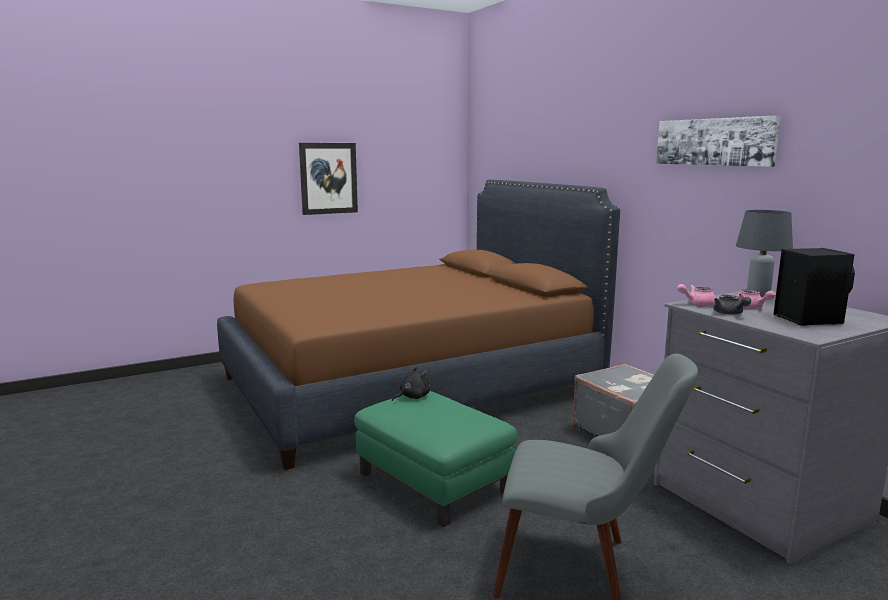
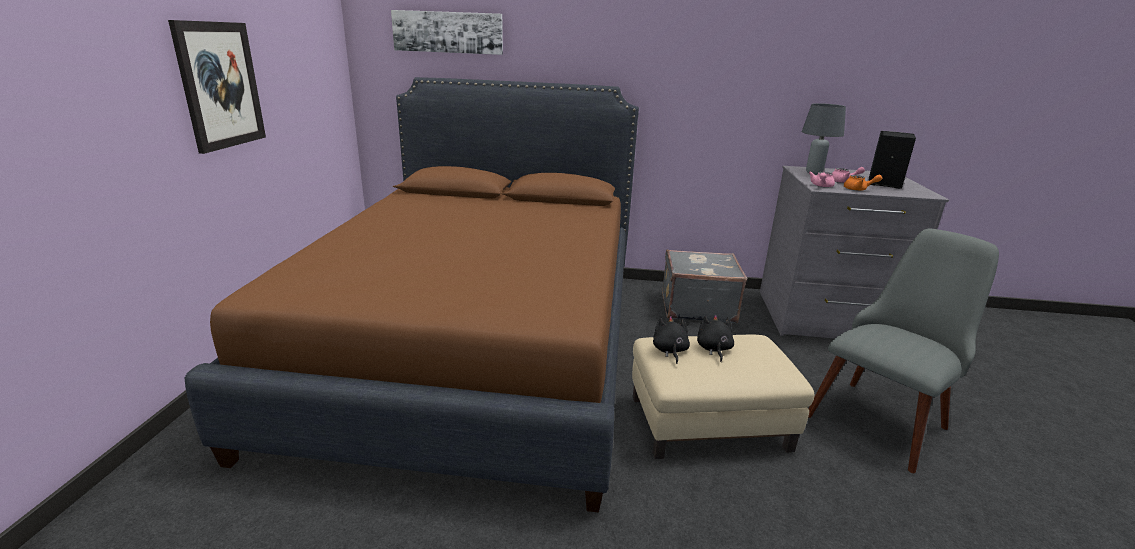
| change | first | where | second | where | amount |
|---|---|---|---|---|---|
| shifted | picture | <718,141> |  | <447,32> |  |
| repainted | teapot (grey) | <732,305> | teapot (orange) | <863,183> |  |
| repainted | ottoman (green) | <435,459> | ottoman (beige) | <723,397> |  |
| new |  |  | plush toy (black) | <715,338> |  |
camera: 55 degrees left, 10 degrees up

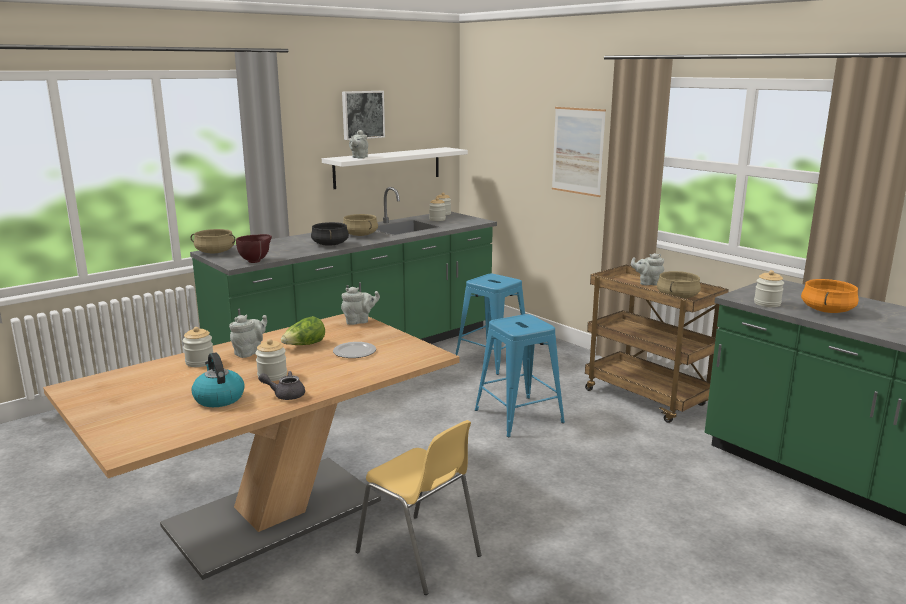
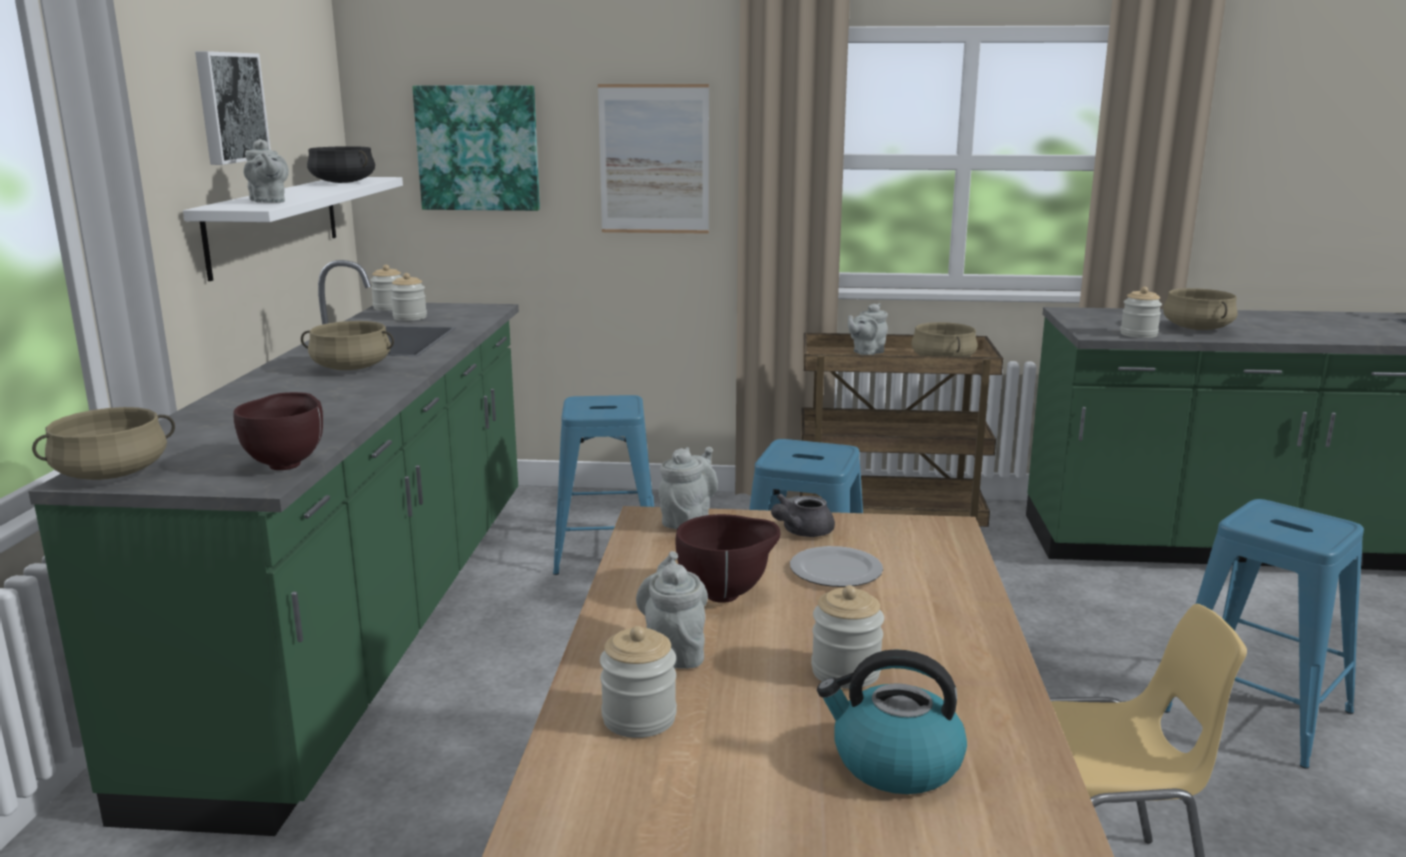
| change | first | where | second | where | amount |
|---|---|---|---|---|---|
| shifted | cooking pot (black) | <330,234> |  | <341,164> |  |
| repainted | cooking pot (orange) | <830,296> | cooking pot (beige) | <1200,309> |  |
| swapped | lettuce | <303,330> | bowl (brown) | <728,558> |  |
| shifted | teapot (grey) | <281,385> |  | <803,515> |  |
| new |  |  | picture | <476,148> |  |
| new |  |  | stool (blue) | <1264,634> |  |
camera: 45 degrees left, 0 degrees up

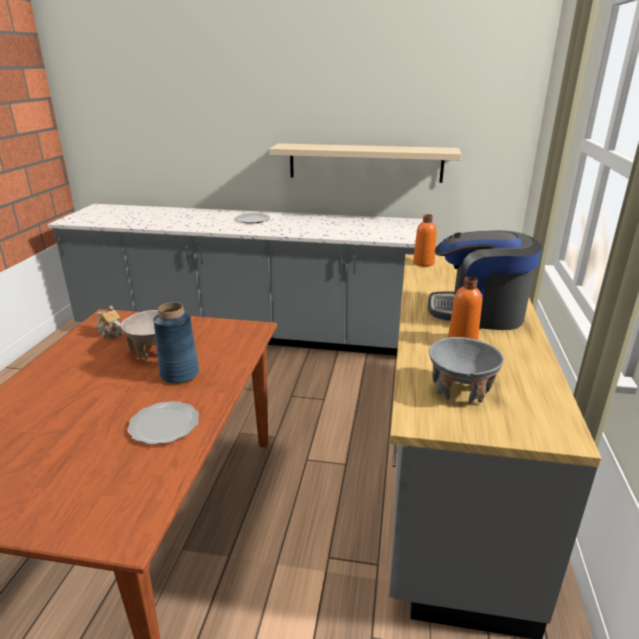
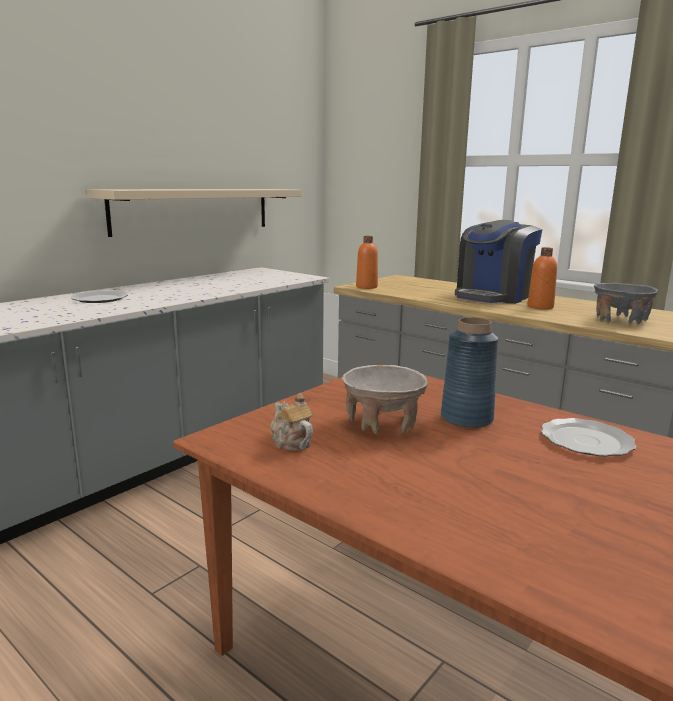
| change | first | where | second | where | amount |
|---|---|---|---|---|---|
| rotated | teapot | <109,322> |  | <291,422> | 75 degrees clockwise |
camera: 60 degrees left, 10 degrees down

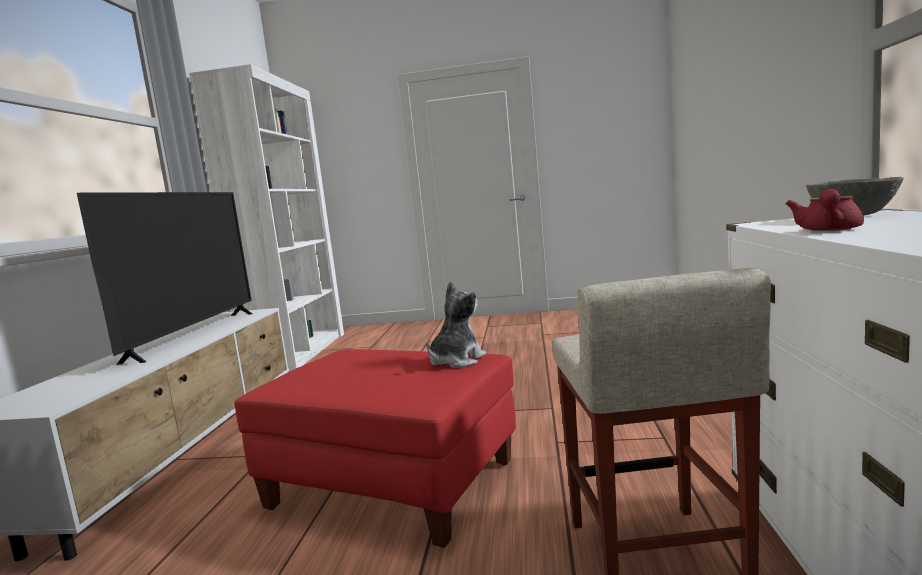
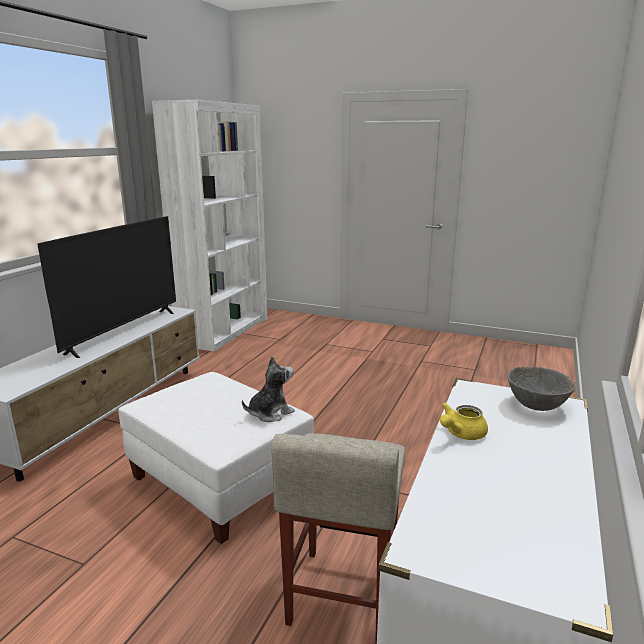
| change | first | where | second | where | amount |
|---|---|---|---|---|---|
| repainted | teapot (red) | <825,210> | teapot (yellow) | <464,421> |  |
| repainted | ottoman (red) | <375,448> | ottoman (white) | <216,458> |  |
camera: 15 degrees right, 10 degrees up

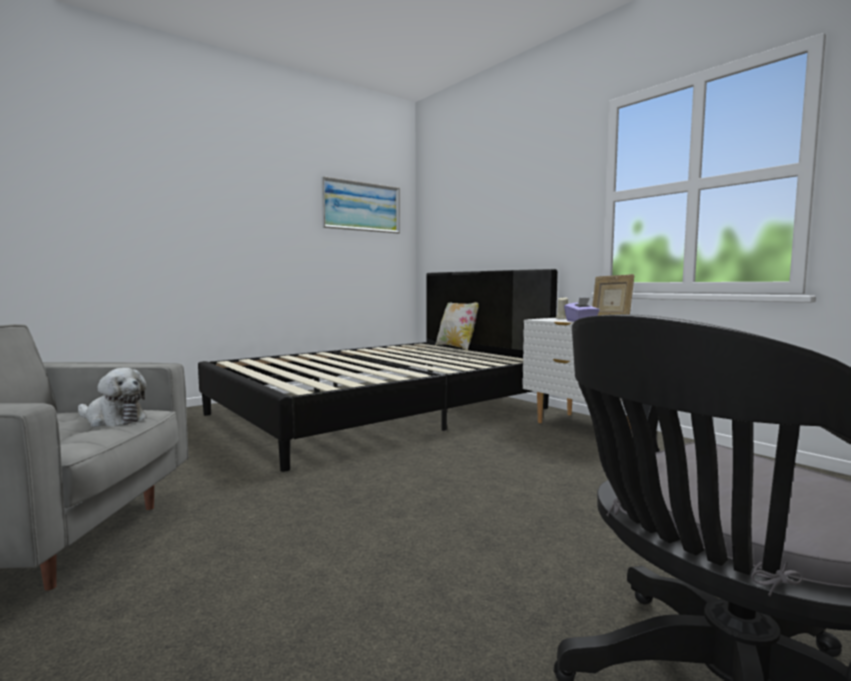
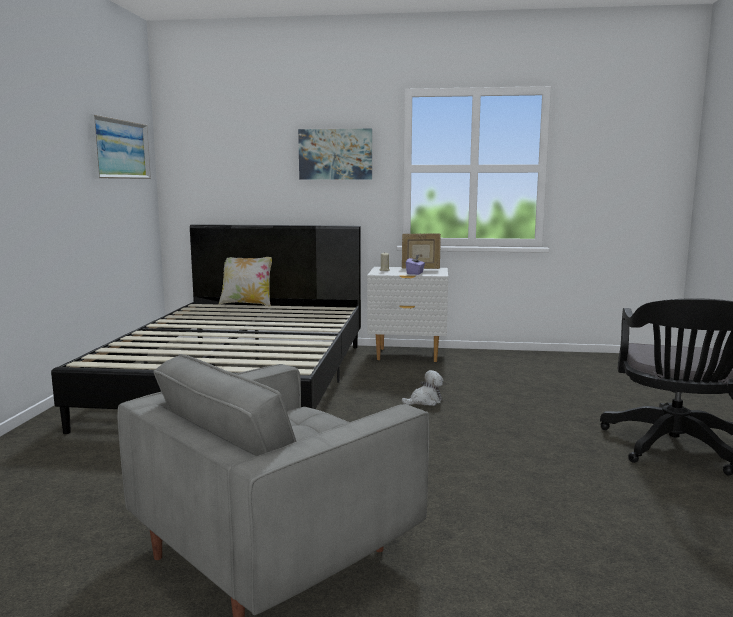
| change | first | where | second | where | amount |
|---|---|---|---|---|---|
| shifted | plush toy | <112,397> |  | <422,388> |  |
| new |  |  | picture | <335,154> |  |
camera: 45 degrees left, 5 degrees up

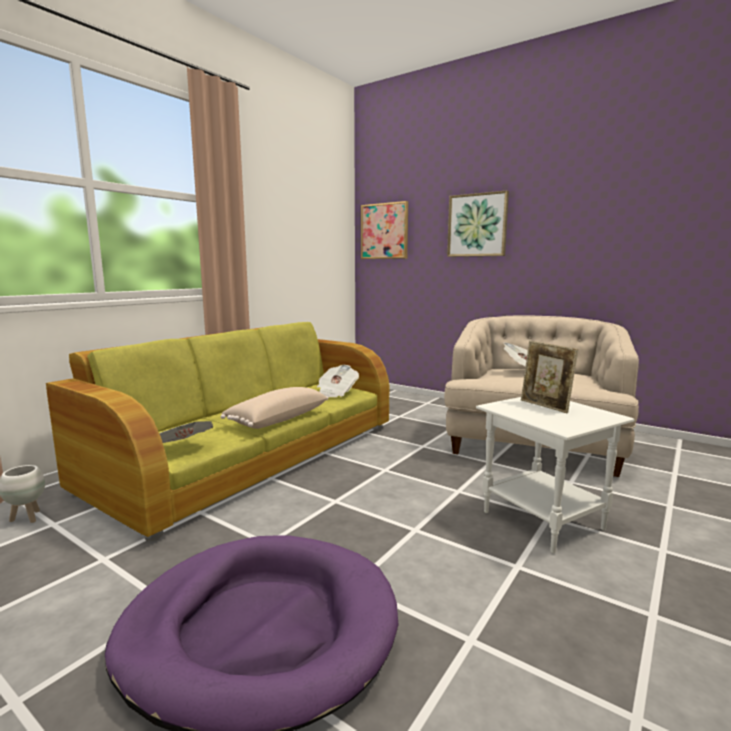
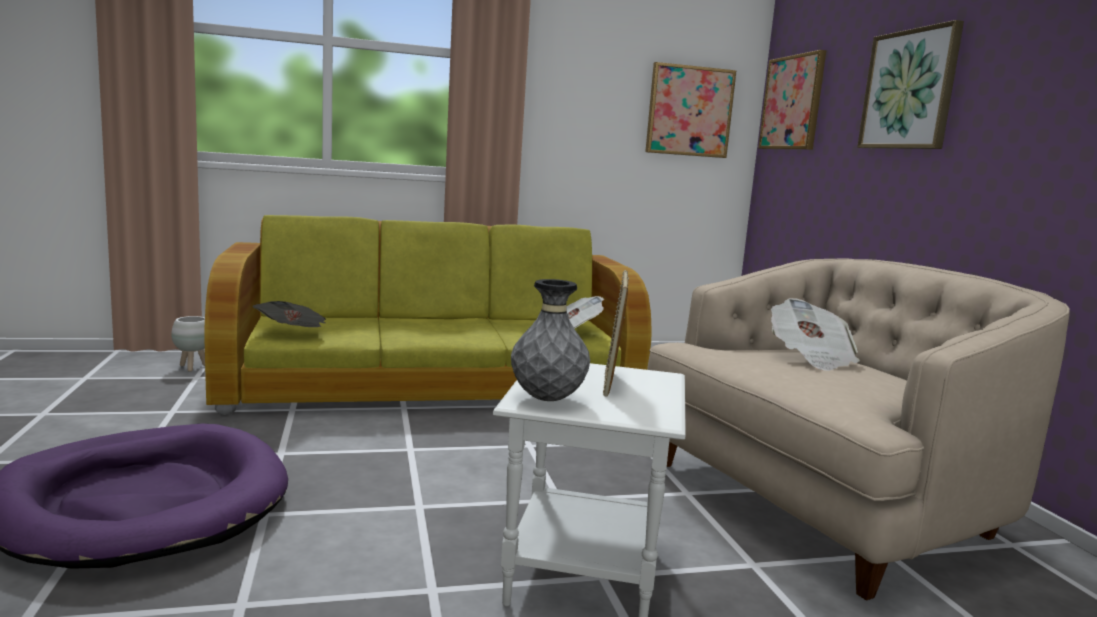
| change | first | where | second | where | amount |
|---|---|---|---|---|---|
| gone | pillow (beige) | <274,408> |  |  |  |
| new |  |  | picture | <691,110> |  |
| new |  |  | vase (grey) | <550,340> |  |
camera: 40 degrees right, 0 degrees up

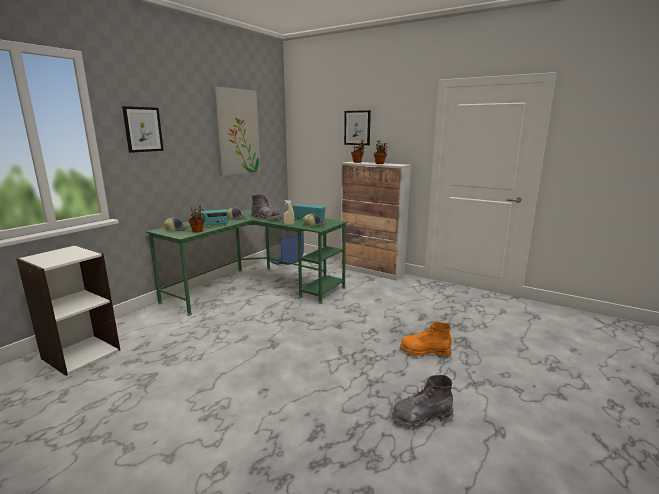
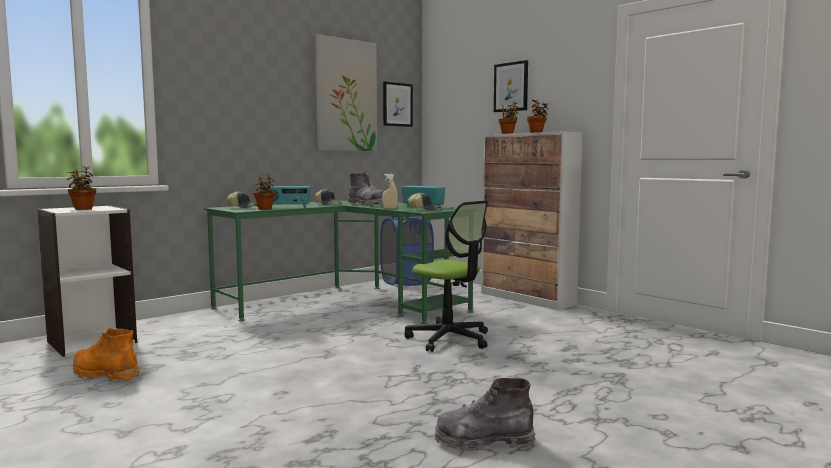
| change | first | where | second | where | amount |
|---|---|---|---|---|---|
| shifted | picture | <143,129> |  | <398,104> |  |
| shifted | boot (orange) | <425,339> |  | <106,355> |  |
| new |  |  | potted plant | <81,188> |  |
| new |  |  | office chair | <446,276> |  |
camera: 15 degrees right, 10 degrees down

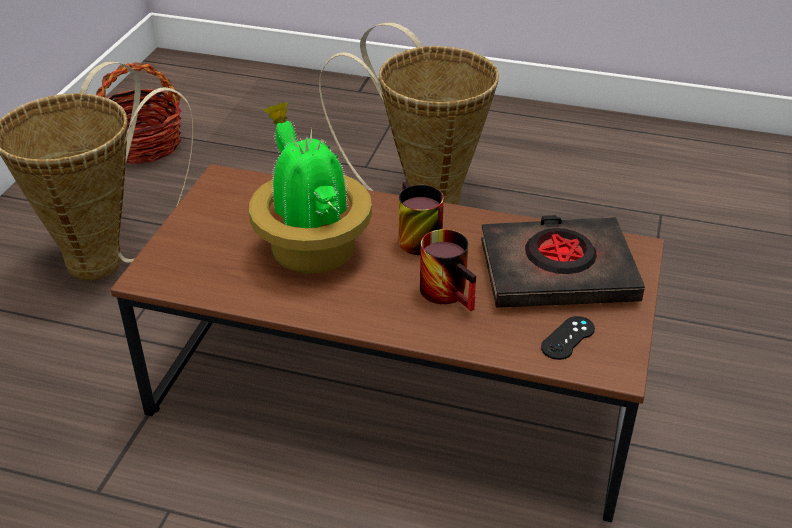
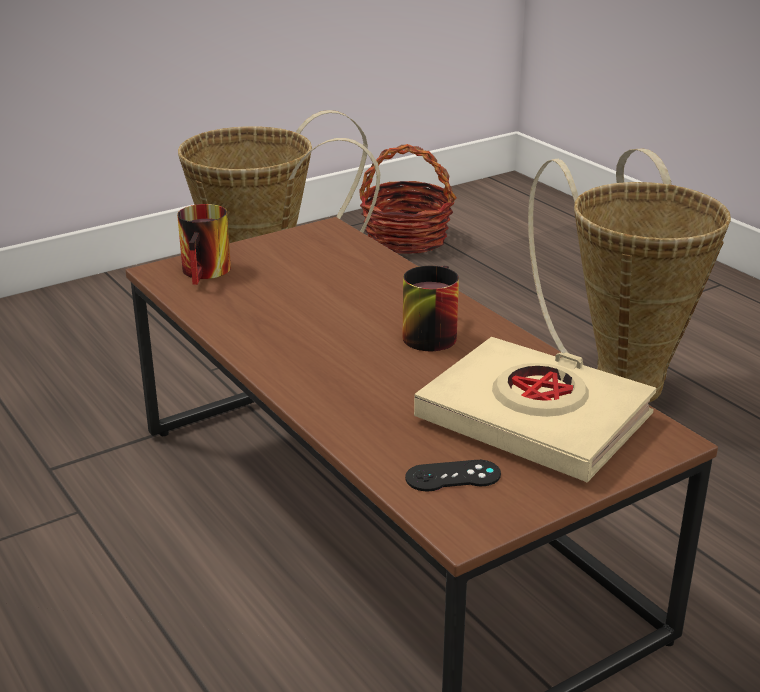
| change | first | where | second | where | amount |
|---|---|---|---|---|---|
| gone | potted plant | <310,188> |  |  |  |
| repainted | book (black) | <563,261> | book (beige) | <535,409> |  |
| shifted | mug | <448,270> |  | <204,244> |  |
camera: 40 degrees right, 10 degrees down

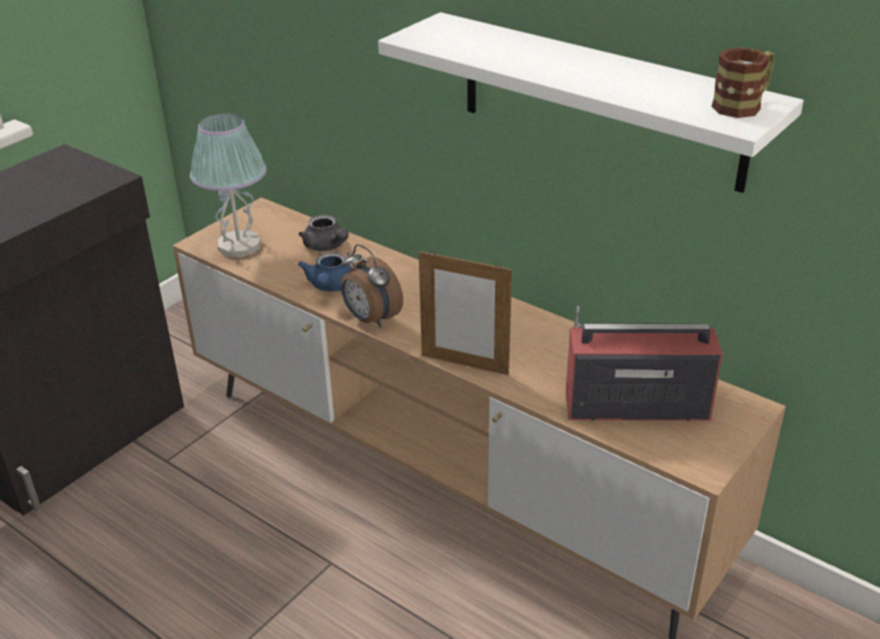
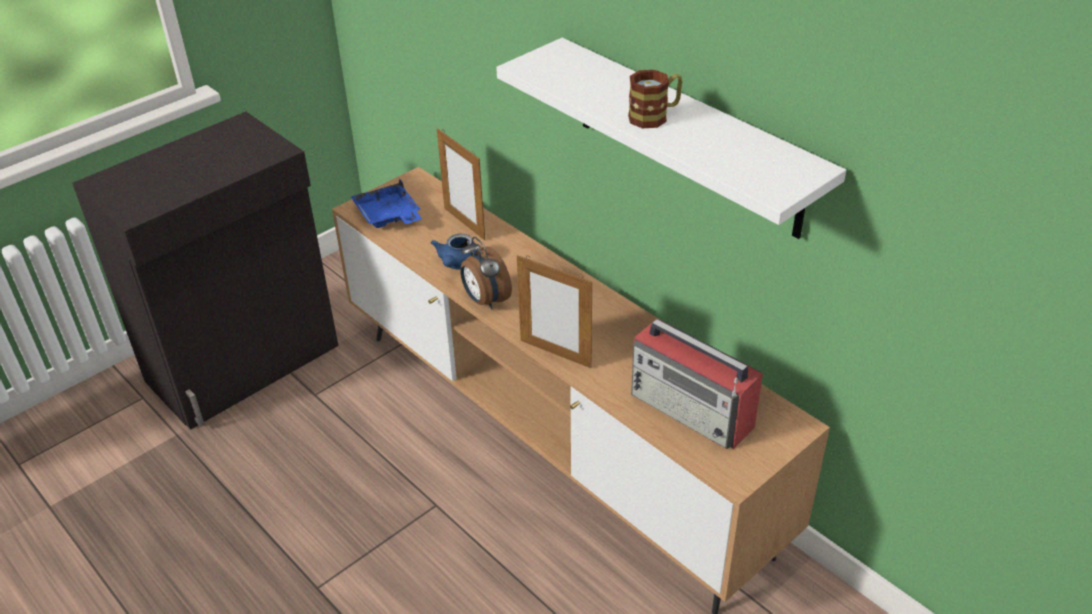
| change | first | where | second | where | amount |
|---|---|---|---|---|---|
| shifted | mug | <743,83> |  | <655,99> |  |
| swapped | table lamp | <228,185> | tray (blue) | <386,203> |  |
| swapped | teapot (grey) | <324,233> | picture frame | <461,184> |  |
| rotated | radio | <644,363> |  | <697,384> | 150 degrees counterclockwise |
camera: 10 degrees right, 5 degrees up

